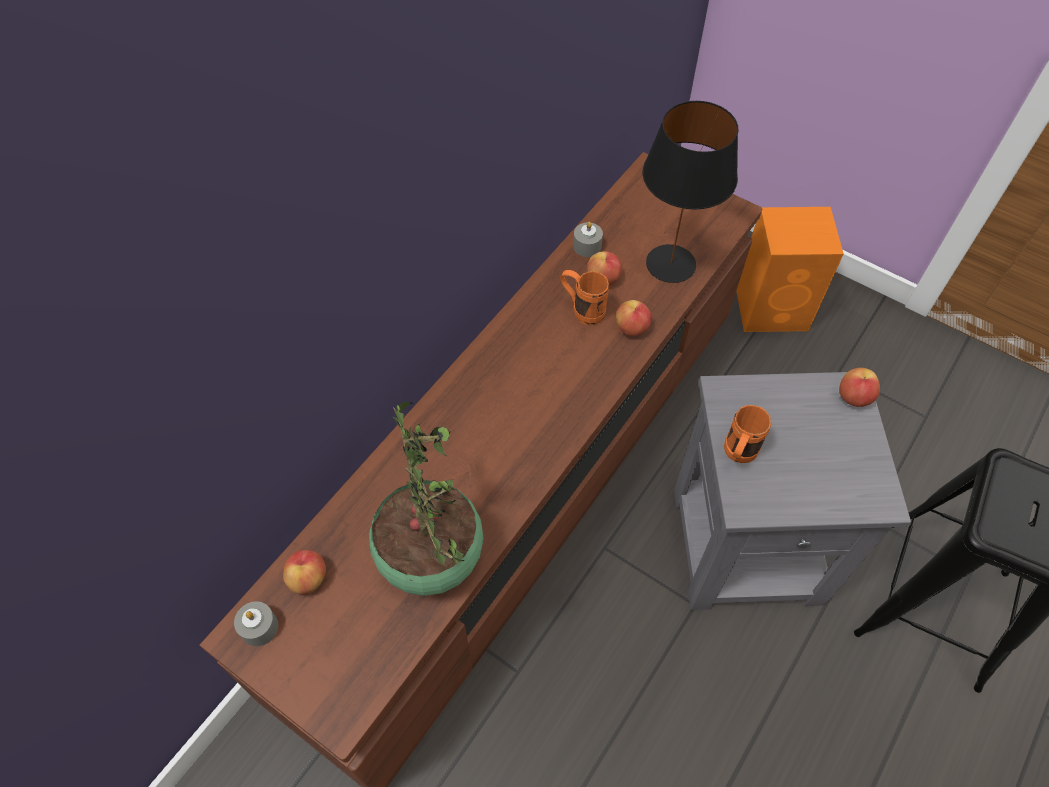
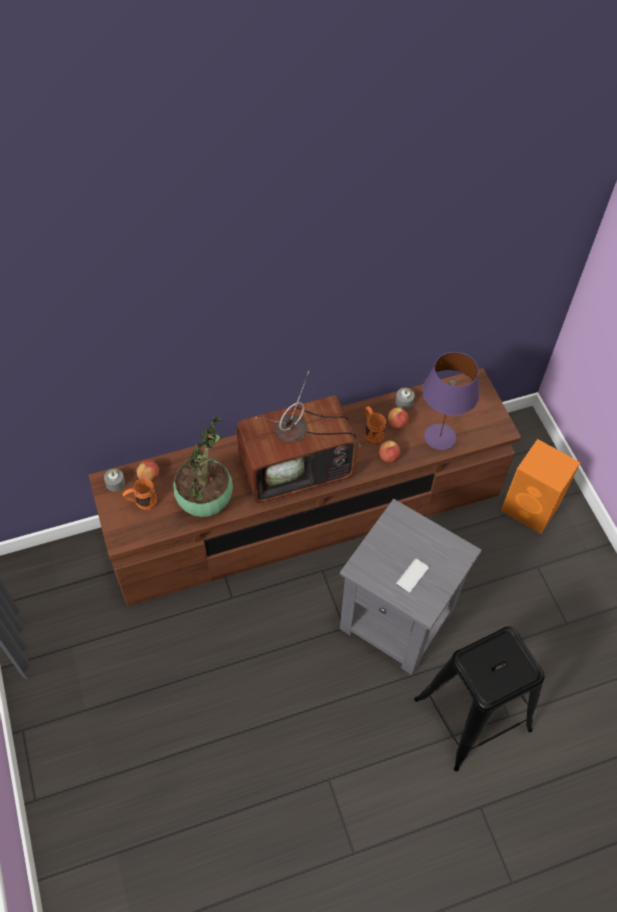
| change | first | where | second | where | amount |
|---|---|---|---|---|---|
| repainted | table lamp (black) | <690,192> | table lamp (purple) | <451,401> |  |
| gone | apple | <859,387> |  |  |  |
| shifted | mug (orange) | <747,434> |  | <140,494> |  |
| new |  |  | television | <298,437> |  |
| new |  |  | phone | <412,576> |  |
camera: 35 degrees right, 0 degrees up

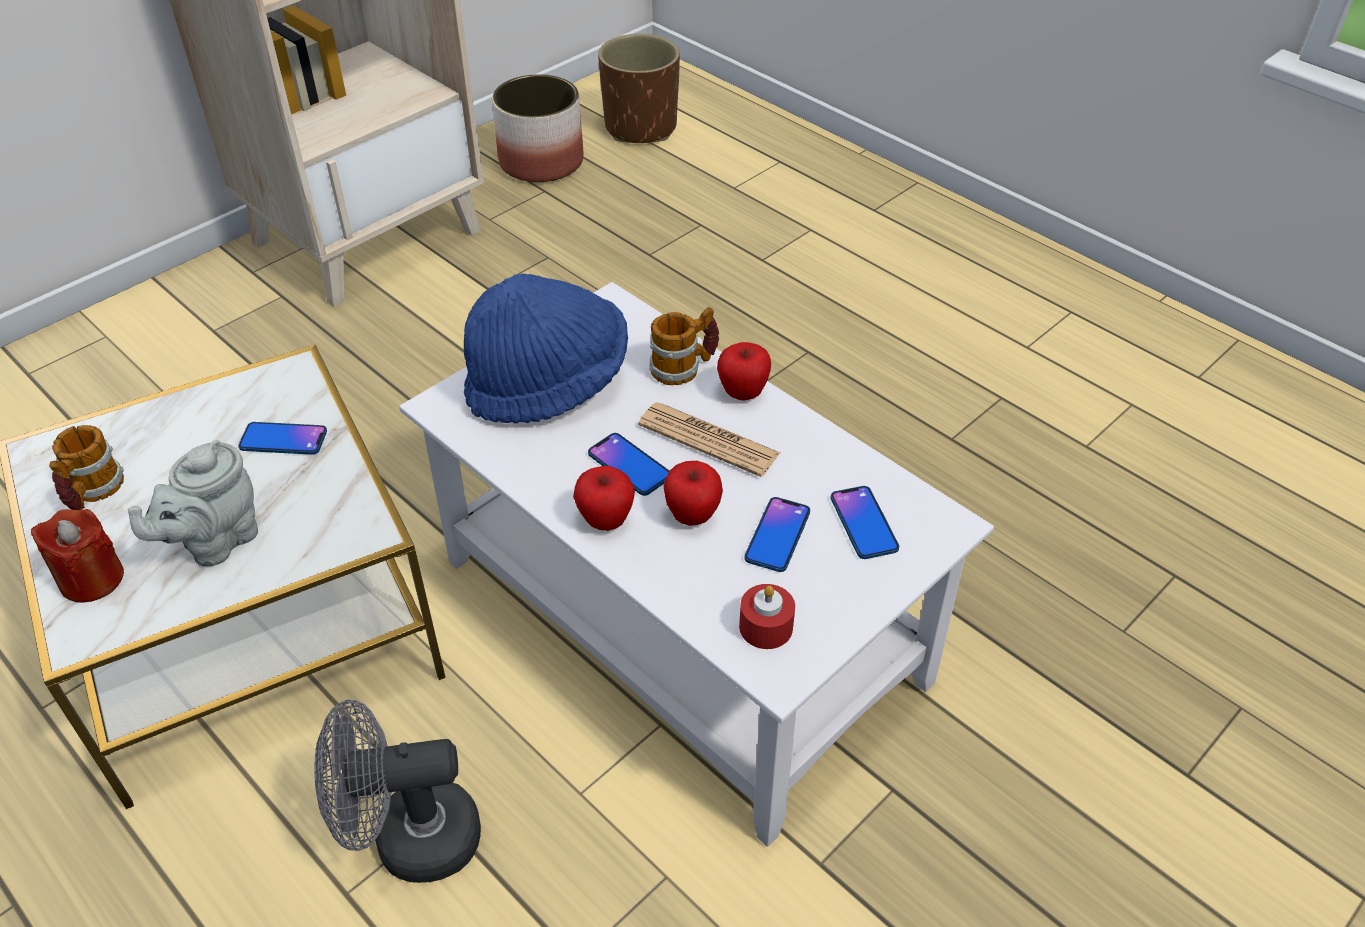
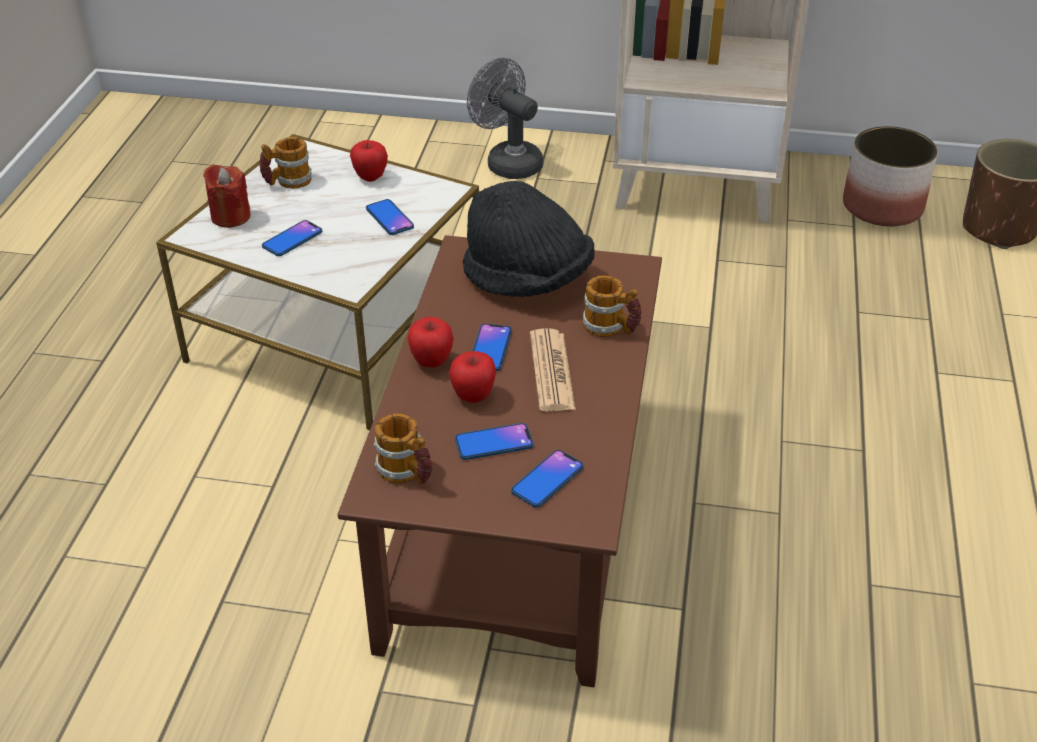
| change | first | where | second | where | amount |
|---|---|---|---|---|---|
| repainted | hat (blue) | <546,348> | hat (black) | <529,239> |  |
| repainted | coffee table (white) | <696,564> | coffee table (brown) | <500,461> |  |
| shifted | apple | <744,371> |  | <369,161> |  |
| swapped | teapot (grey) | <193,503> | phone | <292,238> |  |
| swapped | candle (red) | <767,616> | mug | <403,449> |  |
| shifted | fan (grey) | <397,791> |  | <505,118> |  |
camera: 55 degrees right, 5 degrees down

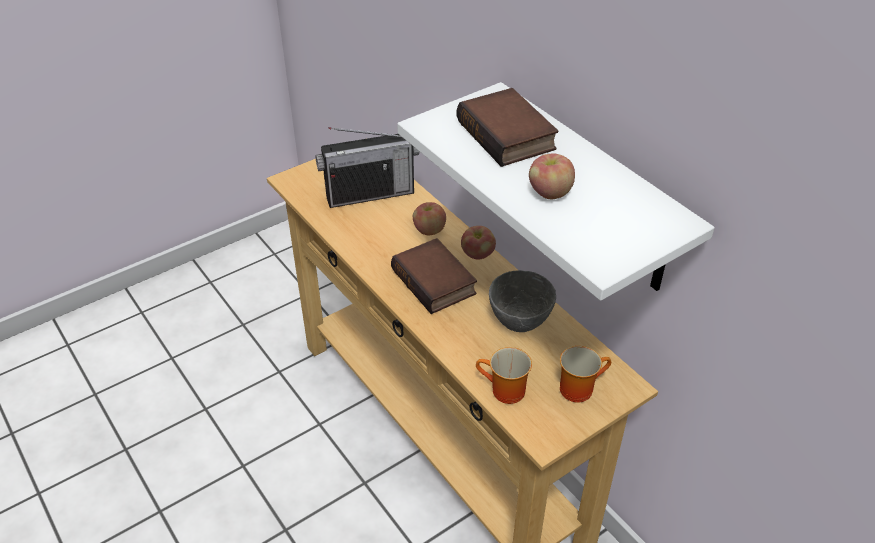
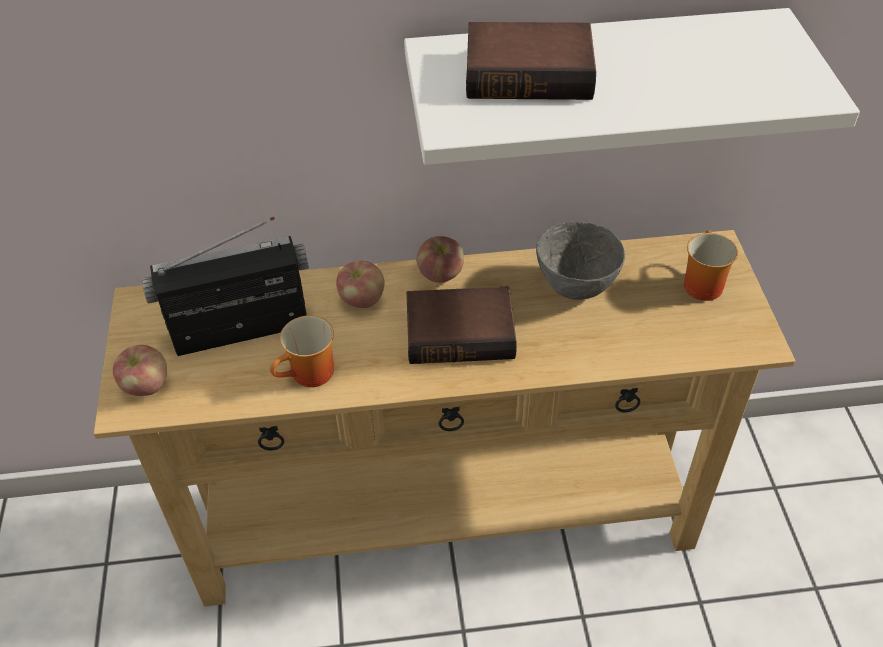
| change | first | where | second | where | amount |
|---|---|---|---|---|---|
| rotated | radio | <367,167> |  | <225,286> | 120 degrees counterclockwise |
| shifted | apple | <552,176> |  | <140,370> |  |
| shifted | mug | <504,375> |  | <302,351> |  |
camera: 60 degrees left, 5 degrees up

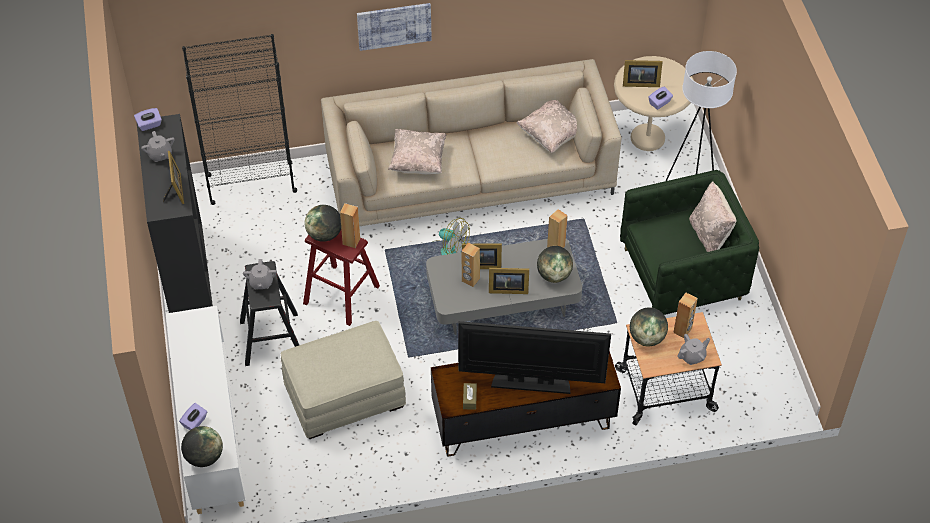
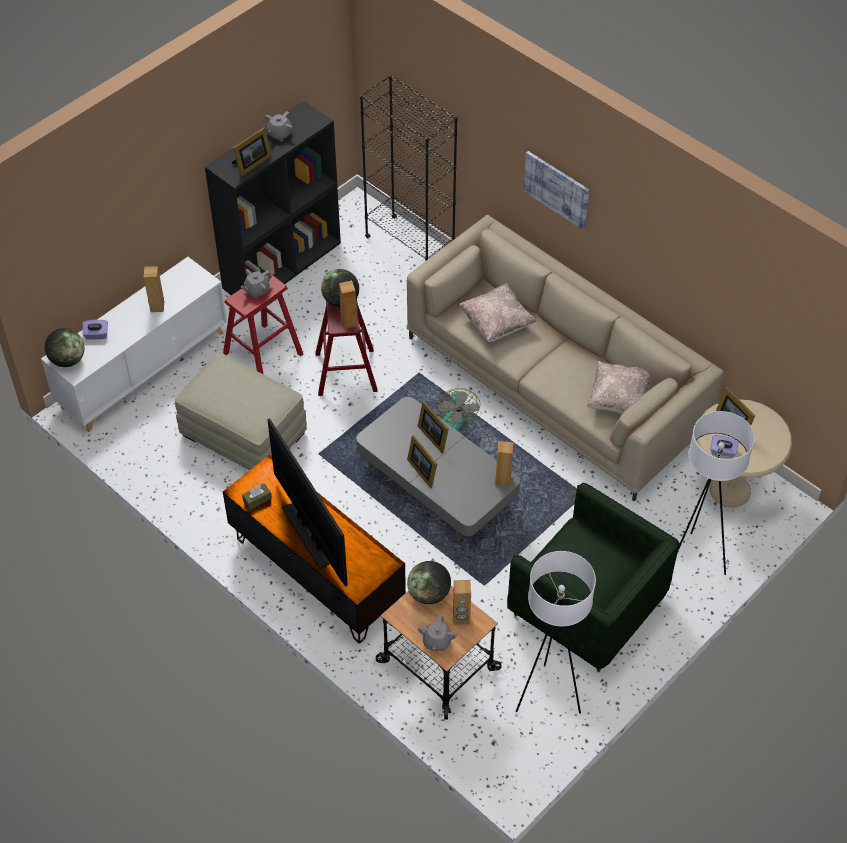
| change | first | where | second | where | amount |
|---|---|---|---|---|---|
| gone | tissue box (purple) | <148,119> |  |  |  |
| gone | pillow (beige) | <712,217> |  |  |  |
| shifted | speaker (brown) | <471,264> |  | <154,289> |  |
| gone | globe | <555,264> |  |  |  |
| repainted | stool (black) | <269,313> | stool (red) | <263,324> |  |
| rotated | teapot (grey) | <693,349> |  | <437,633> | 75 degrees clockwise |
| new |  |  | floor lamp (white) | <556,632> |  |
camera: 55 degrees right, 0 degrees up

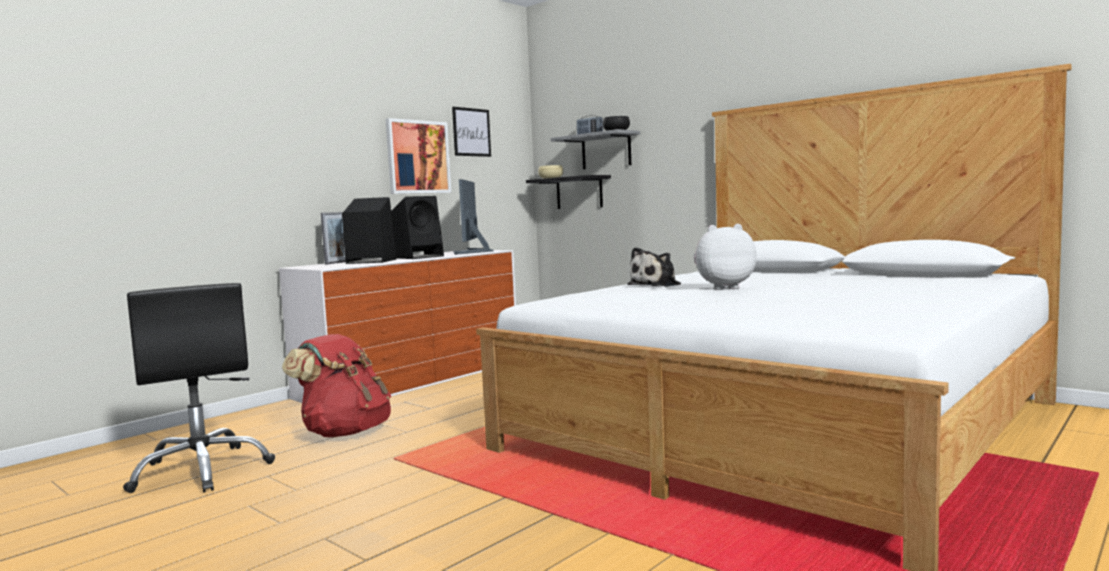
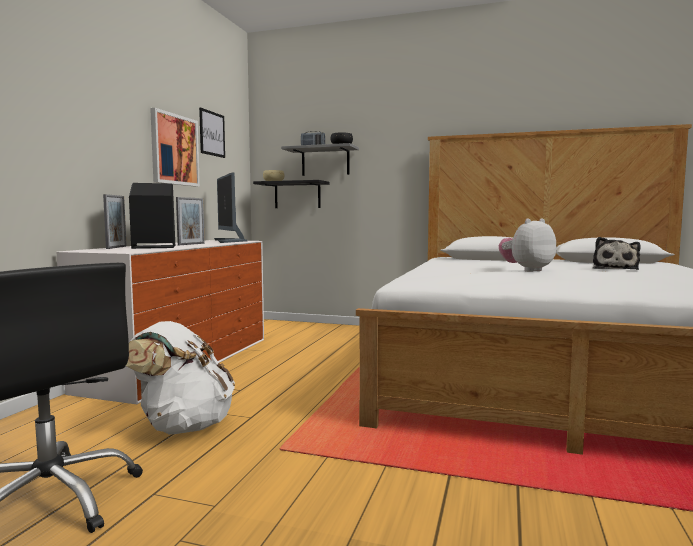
| change | first | where | second | where | amount |
|---|---|---|---|---|---|
| swapped | speaker (black) | <417,227> | picture frame | <190,221> |  |
| shifted | plush toy | <654,267> |  | <617,253> |  |
| repainted | backpack (red) | <336,385> | backpack (white) | <180,378> |  |
camera: 25 degrees left, 0 degrees up

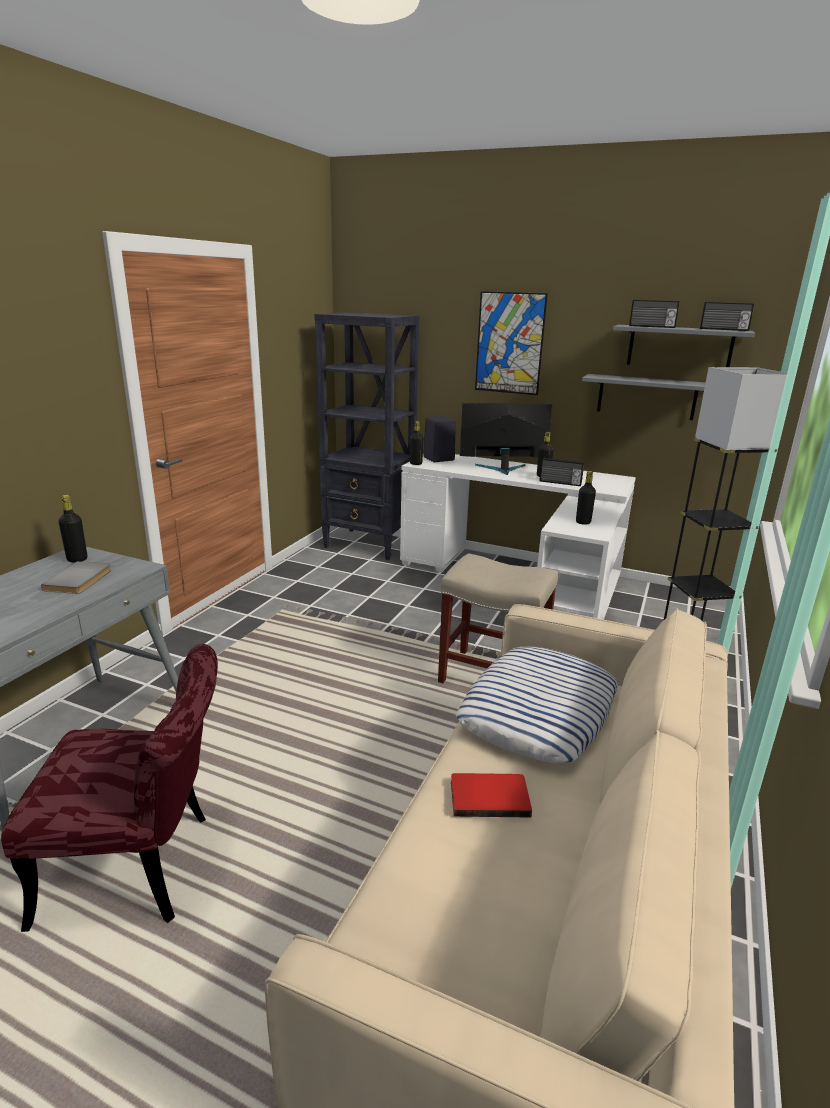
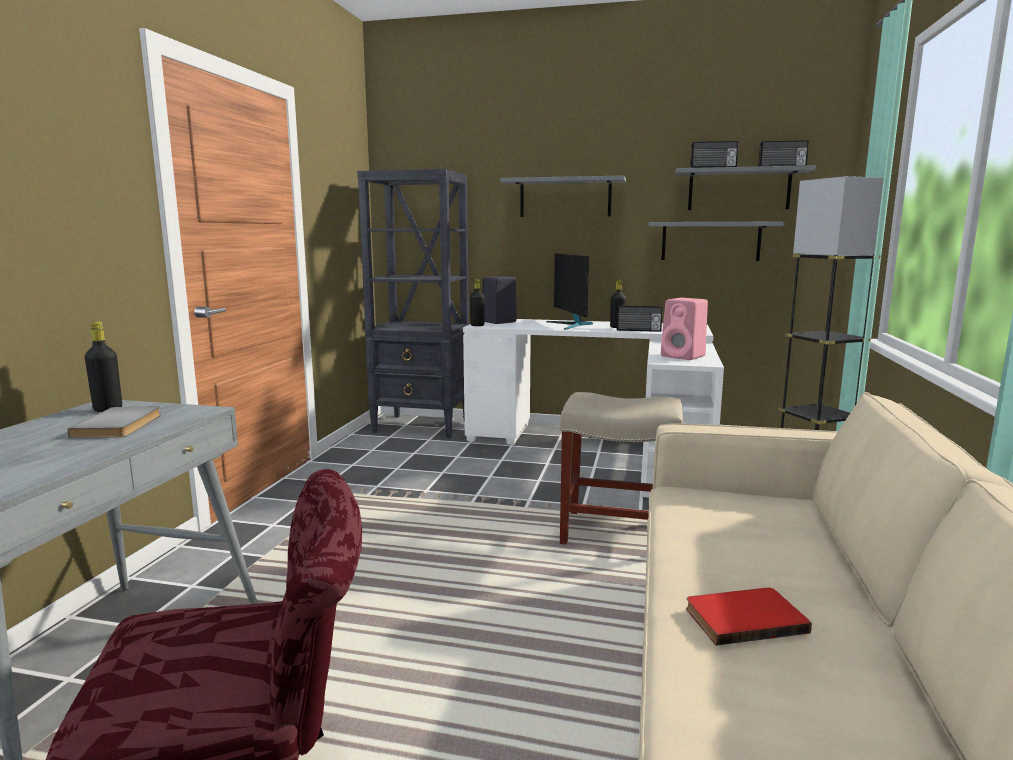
| change | first | where | second | where | amount |
|---|---|---|---|---|---|
| swapped | picture | <511,343> | shelf (grey) | <563,196> |  |
| rotated | monitor | <506,439> |  | <570,291> | 90 degrees counterclockwise |
| swapped | bottle (black) | <586,498> | speaker (pink) | <684,329> |  |
| gone | pillow | <537,705> |  |  |  |
camera: 10 degrees left, 10 degrees down

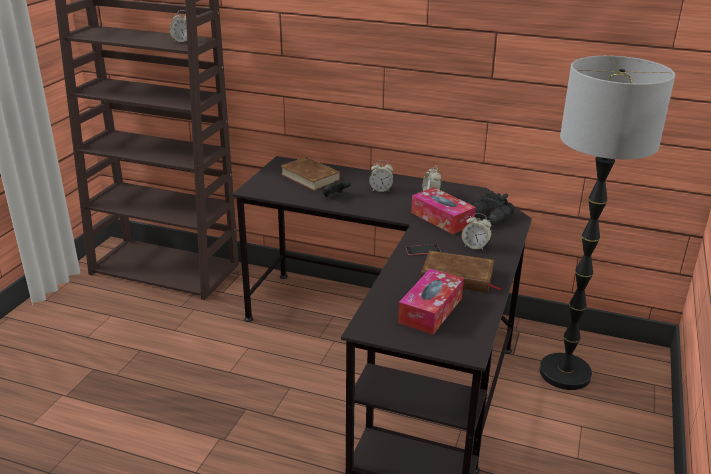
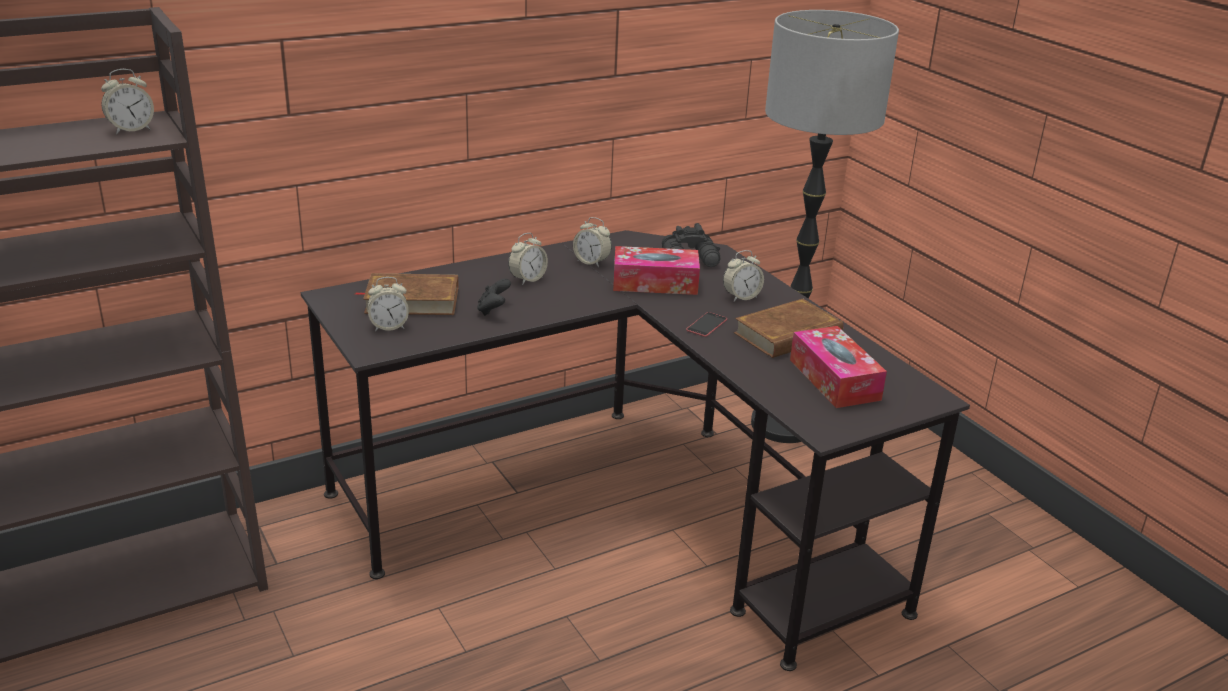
| change | first | where | second | where | amount |
|---|---|---|---|---|---|
| new |  |  | alarm clock | <388,304> |  |
camera: 50 degrees left, 0 degrees up

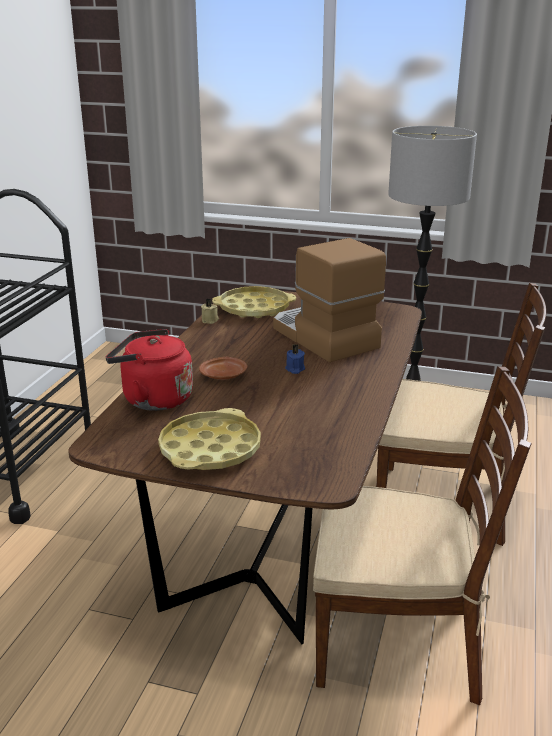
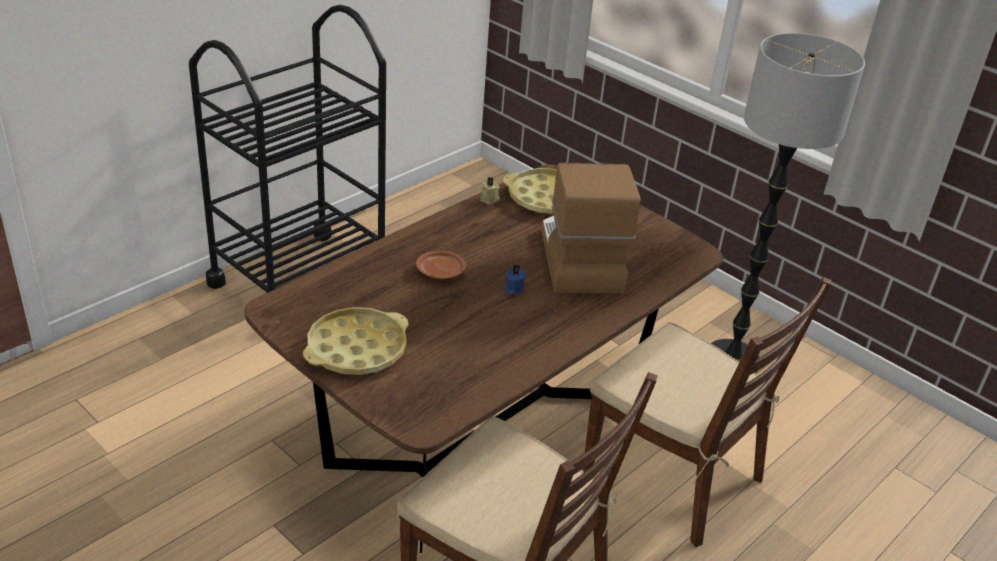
| change | first | where | second | where | amount |
|---|---|---|---|---|---|
| gone | kettle (red) | <149,370> |  |  |  |
camera: 25 degrees right, 10 degrees up

